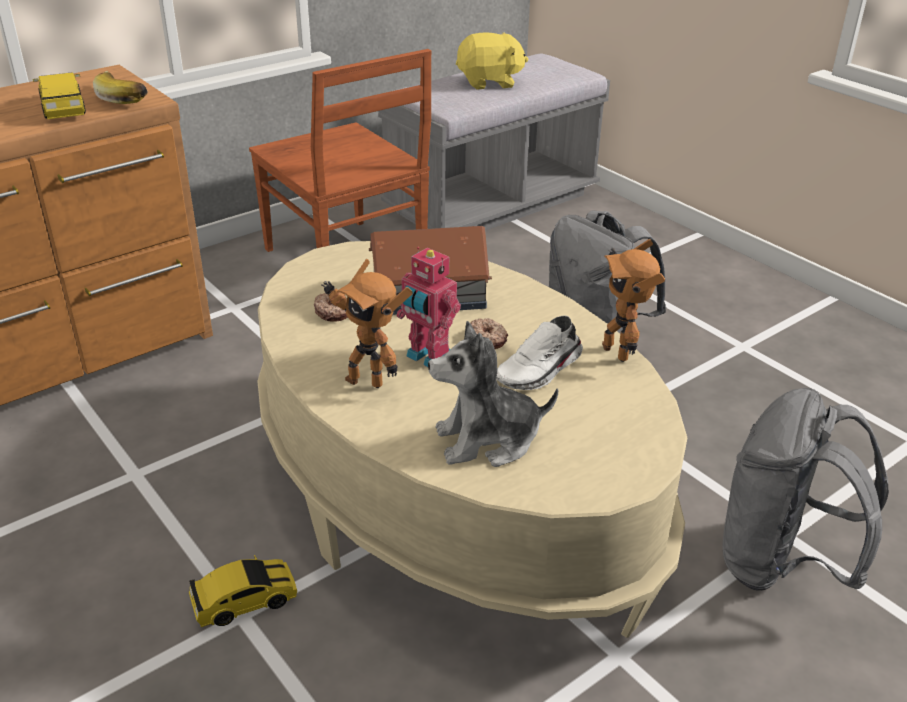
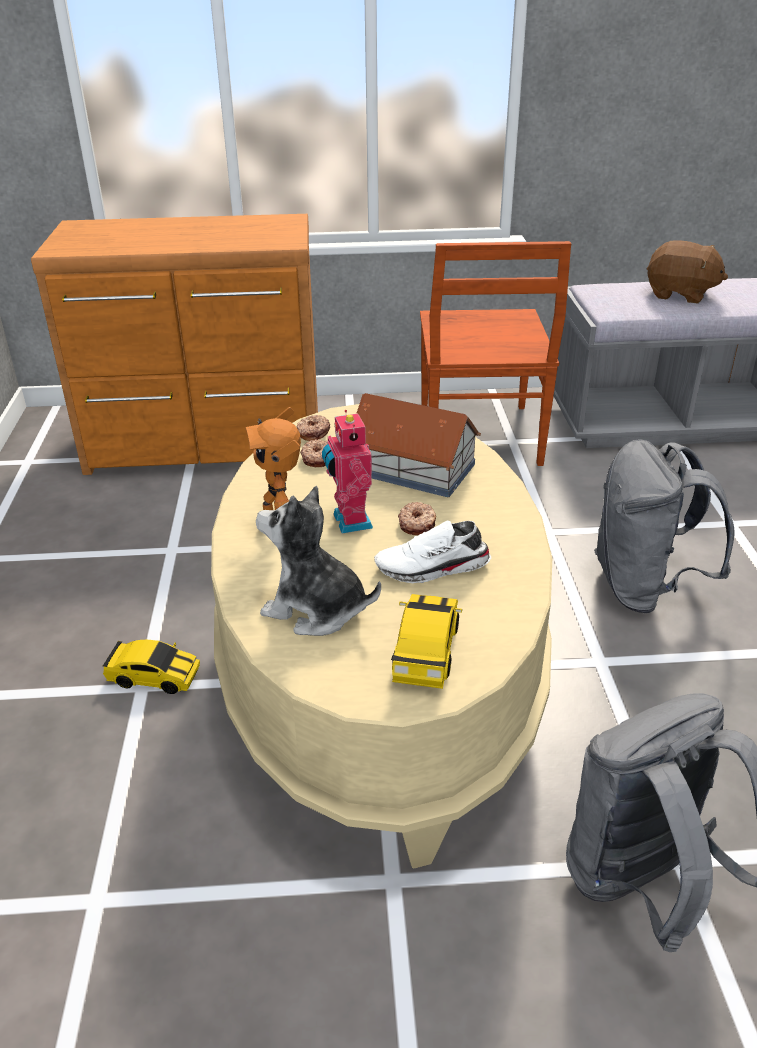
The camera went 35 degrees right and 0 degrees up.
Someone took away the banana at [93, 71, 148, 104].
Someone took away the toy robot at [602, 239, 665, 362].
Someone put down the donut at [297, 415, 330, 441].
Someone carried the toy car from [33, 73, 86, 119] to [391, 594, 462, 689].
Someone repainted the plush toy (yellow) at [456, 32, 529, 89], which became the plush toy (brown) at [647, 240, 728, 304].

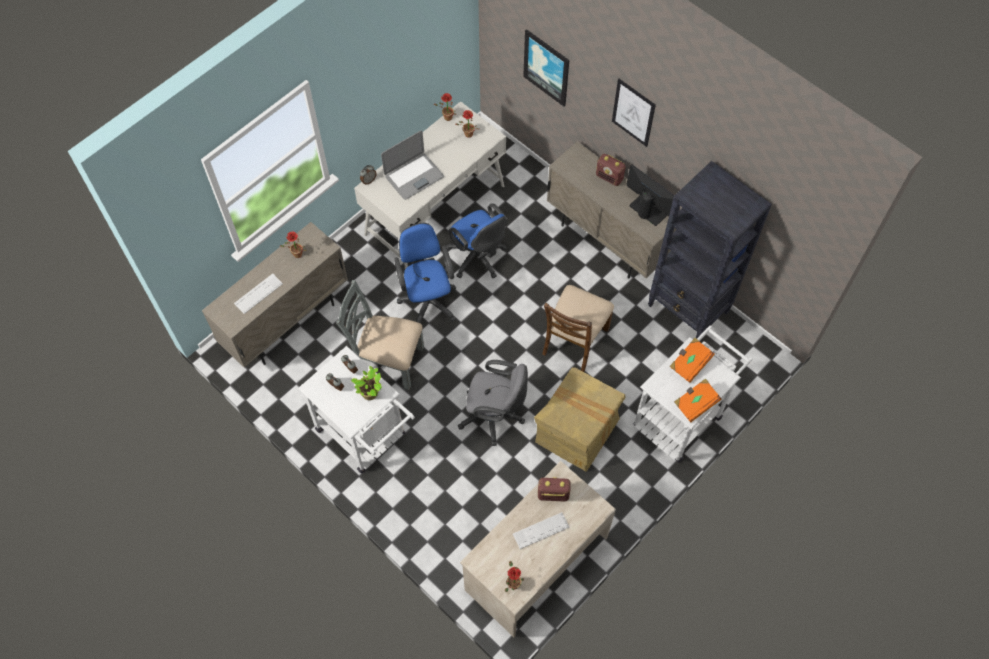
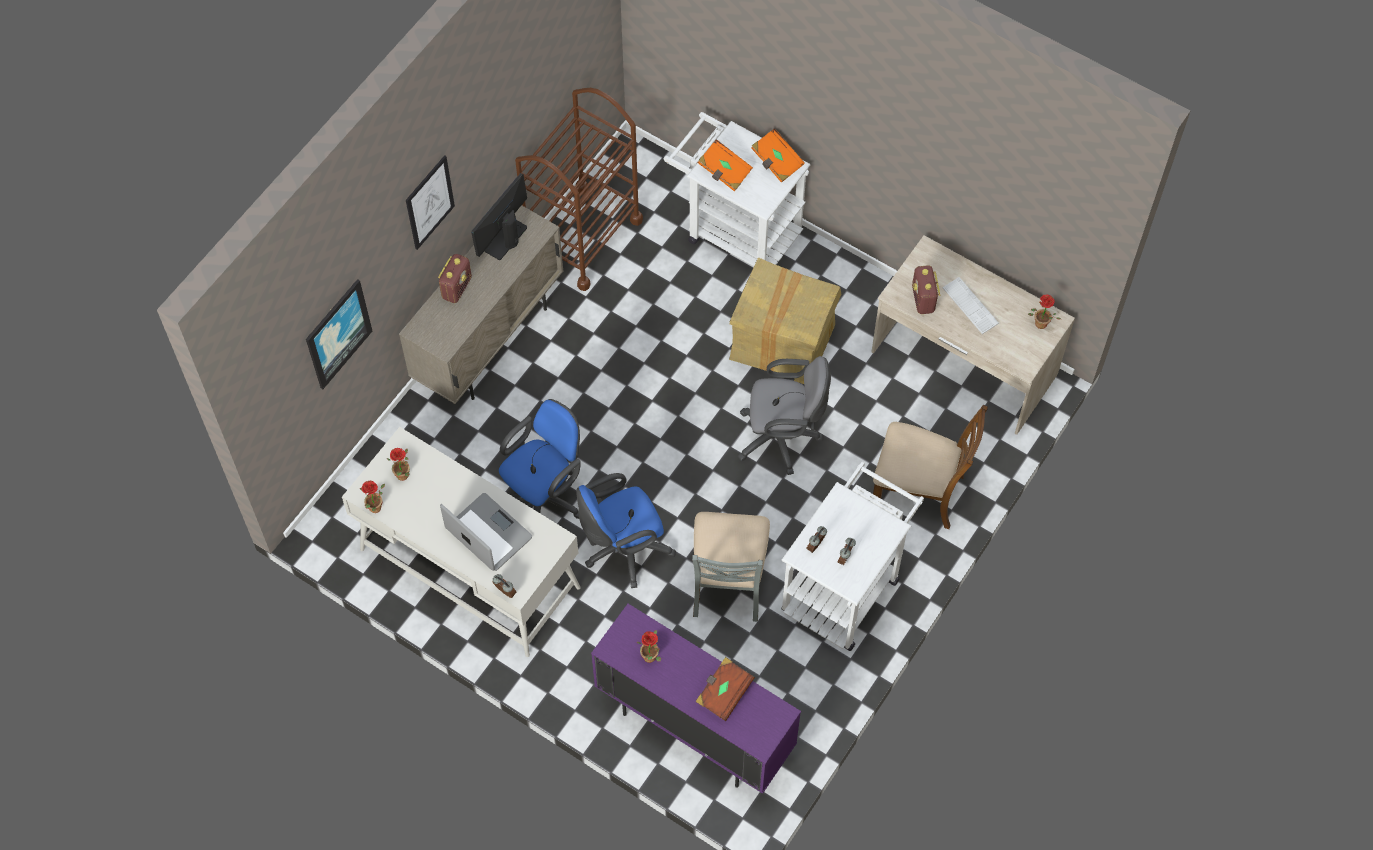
The camera went 100 degrees left and 0 degrees up.
Someone took away the potted plant at [351, 366, 382, 400].
Someone carried the chair (brown) from [542, 285, 614, 372] to [873, 405, 988, 529].
Someone swapped the keyboard at [234, 274, 283, 314] for the book (brown) at [695, 657, 755, 721].
Someone swapped the bookcase (black) at [648, 161, 772, 341] for the cart (brown) at [515, 88, 643, 291].
Someone repainted the cabinet (beige) at [202, 222, 348, 368], which became the cabinet (purple) at [591, 604, 801, 794].
Someone rotated the office chair (grey) at [458, 360, 528, 446] by 90 degrees clockwise.

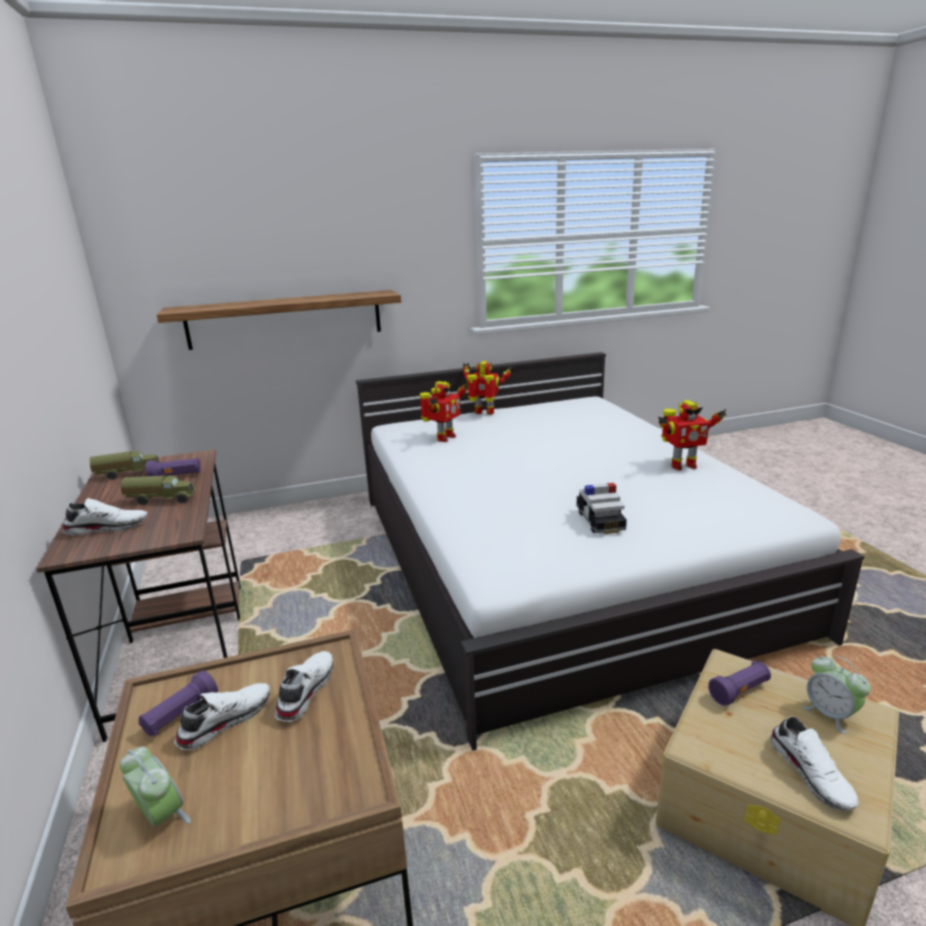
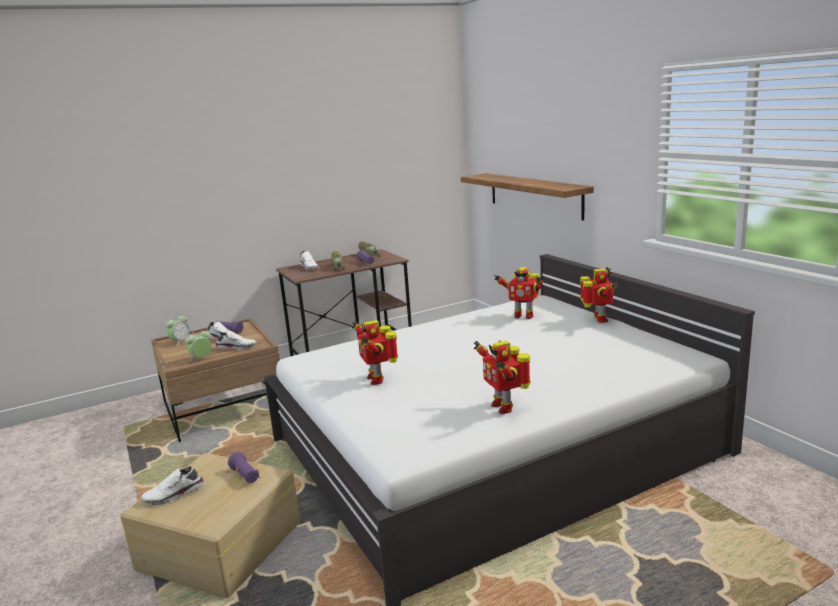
The camera went 80 degrees right and 5 degrees down.
Someone carried the alarm clock from [801, 656, 871, 734] to [185, 329, 212, 361].
Someone swapped the toy car at [577, 483, 627, 534] for the toy robot at [352, 320, 398, 385].

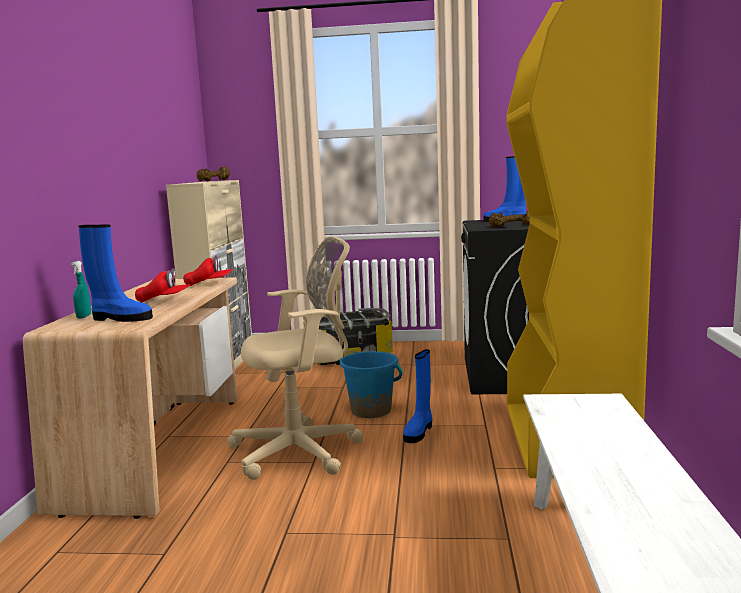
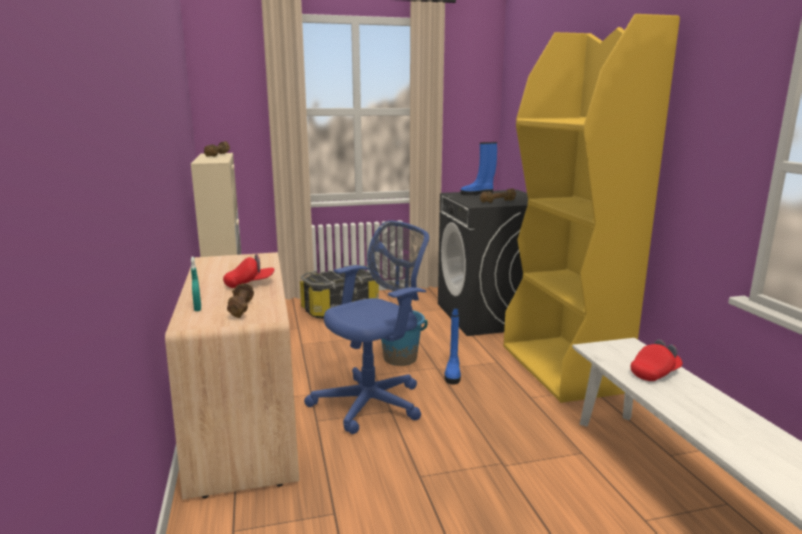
The camera went 20 degrees left and 5 degrees up.
Someone carried the cap (red) from [183, 255, 232, 286] to [631, 339, 683, 381].
Someone swapped the boot (blue) at [78, 225, 153, 322] for the dumbbell (brown) at [227, 283, 254, 318].
Someone repainted the office chair (beige) at [227, 236, 363, 480], which became the office chair (blue) at [304, 221, 429, 434].

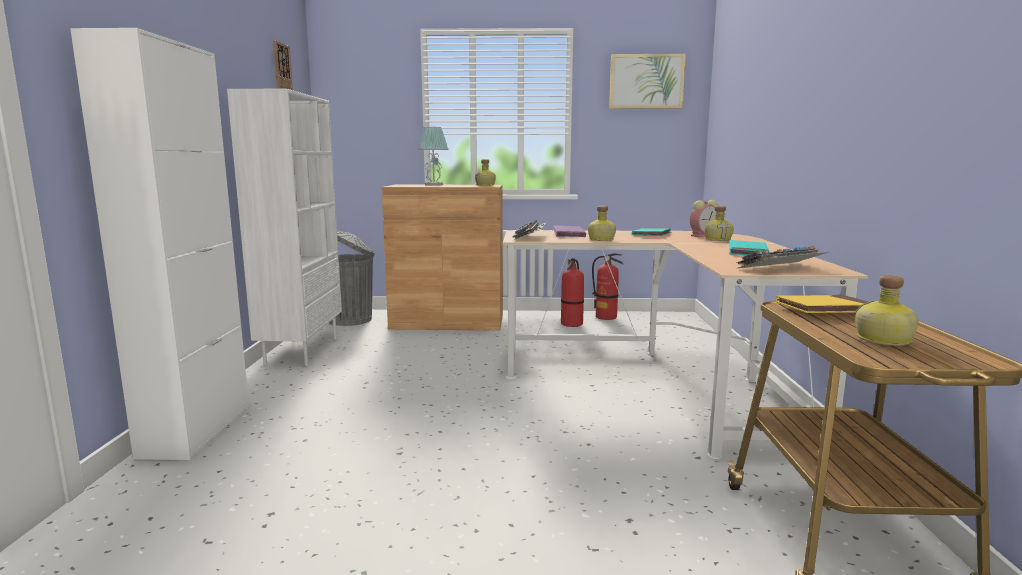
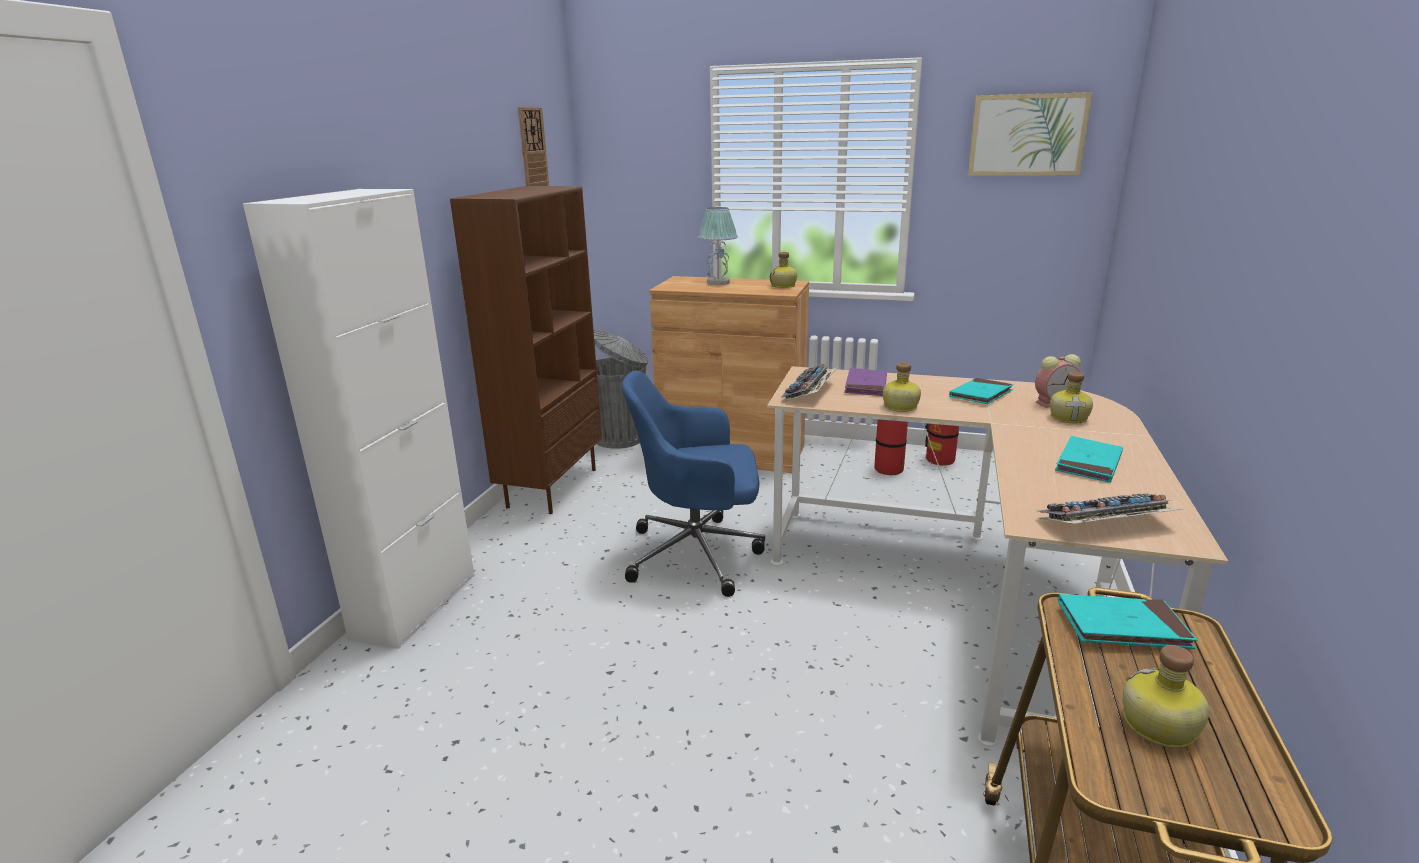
The camera went 15 degrees right and 10 degrees up.
Someone put down the office chair (blue) at [621, 370, 765, 597].
Someone repainted the bookcase (white) at [227, 89, 342, 366], which became the bookcase (brown) at [450, 186, 602, 514].
Someone repainted the book (yellow) at [776, 294, 868, 313], which became the book (turquoise) at [1058, 594, 1197, 649].

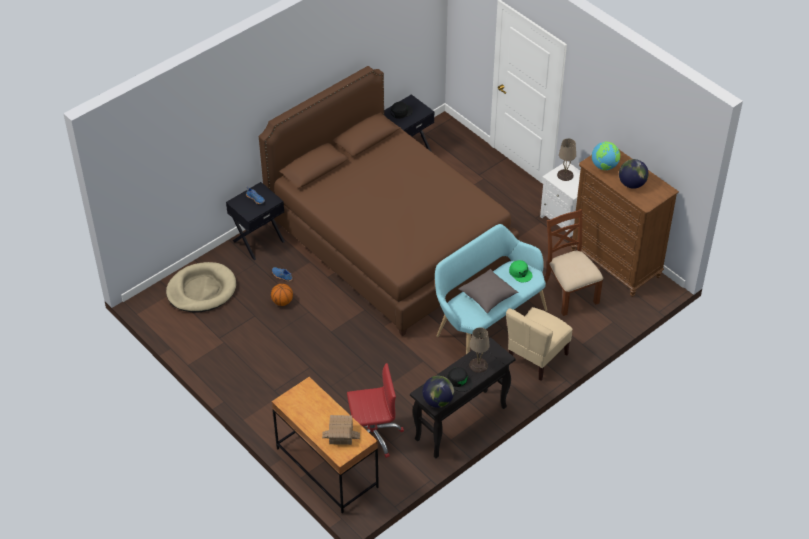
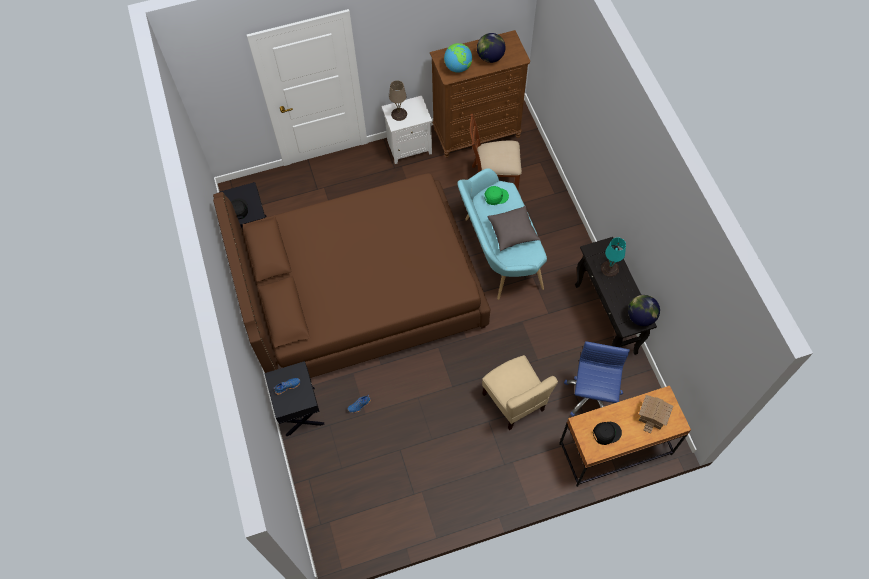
The camera went 65 degrees left and 15 degrees up.
Someone took away the dog bed (beige) at [166, 262, 236, 312].
Someone took away the basketball at [271, 284, 293, 306].
Someone carried the cap (black) from [447, 367, 473, 392] to [593, 422, 622, 445].
Someone carried the chair (beige) from [506, 307, 573, 381] to [482, 355, 558, 430].
Someone repainted the office chair (red) at [347, 363, 404, 458], which became the office chair (blue) at [564, 341, 630, 417].
Someone repainted the table lamp (beige) at [469, 327, 490, 373], which became the table lamp (turquoise) at [601, 237, 626, 277].

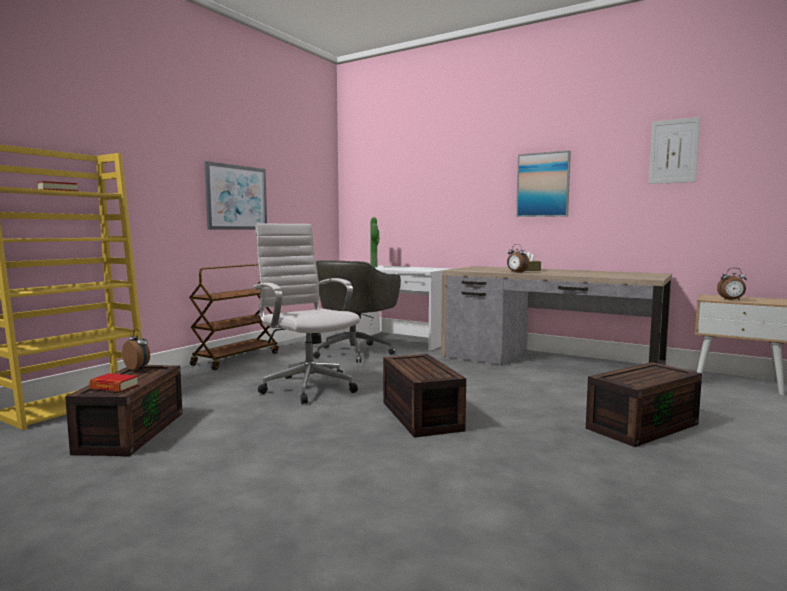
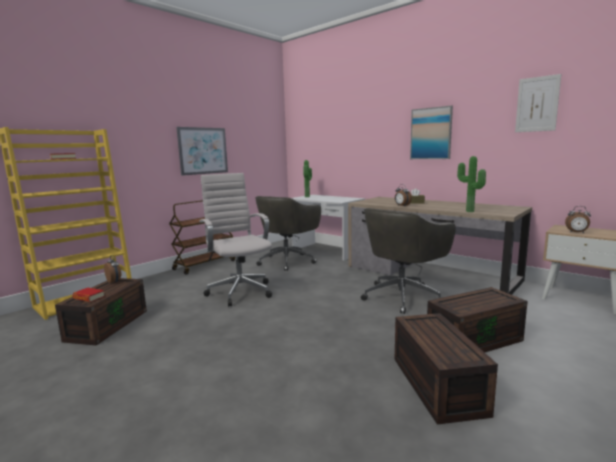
The camera went 10 degrees right and 5 degrees up.
Someone put down the office chair (grey) at [361, 208, 456, 314].
Someone put down the potted plant at [457, 156, 486, 212].
Someone carried the storage box (brown) from [383, 354, 466, 438] to [395, 313, 498, 425].

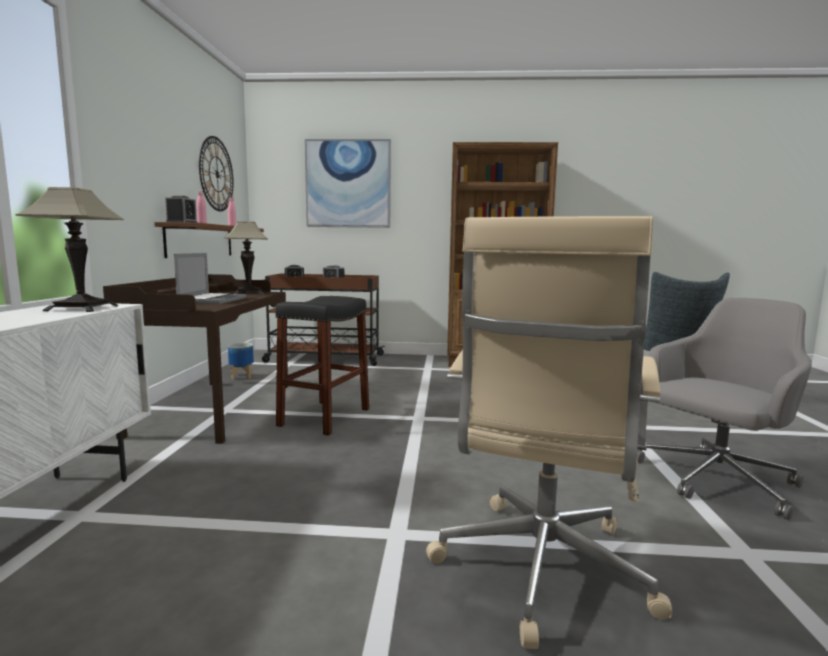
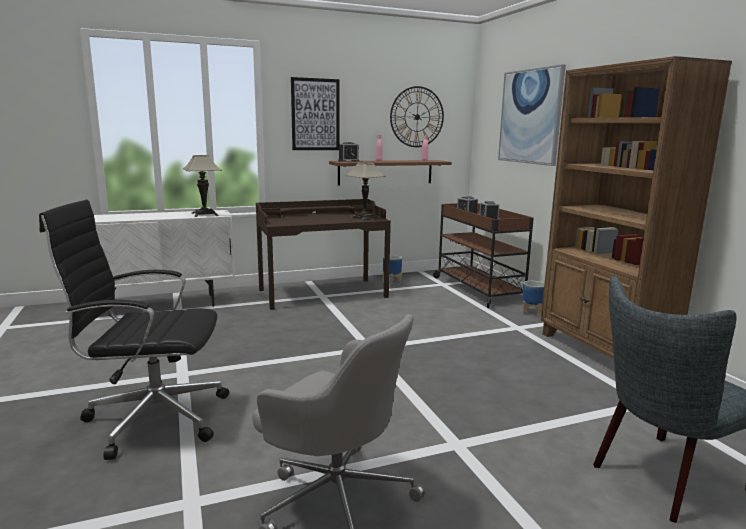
The camera went 65 degrees right and 5 degrees up.
Someone took away the laptop at [174, 253, 247, 304].
Someone took away the stool (black) at [276, 296, 369, 436].
Someone put up the picture at [291, 77, 339, 150].
Someone put down the planter at [522, 281, 545, 317].
Someone repainted the office chair (beige) at [426, 216, 673, 649], which became the office chair (black) at [39, 200, 229, 460].

